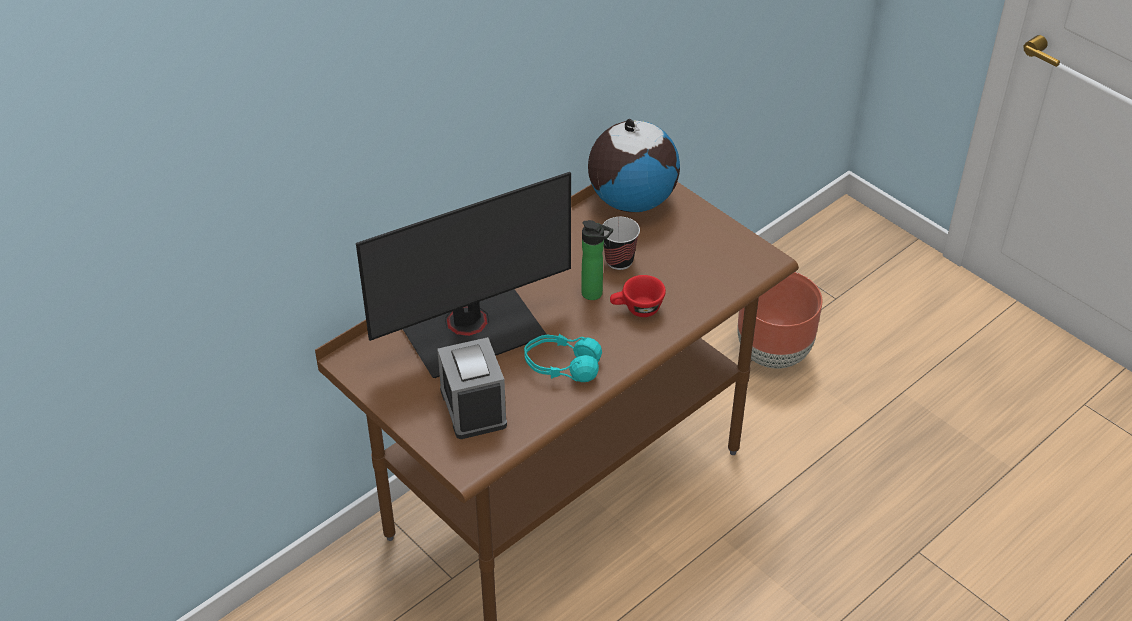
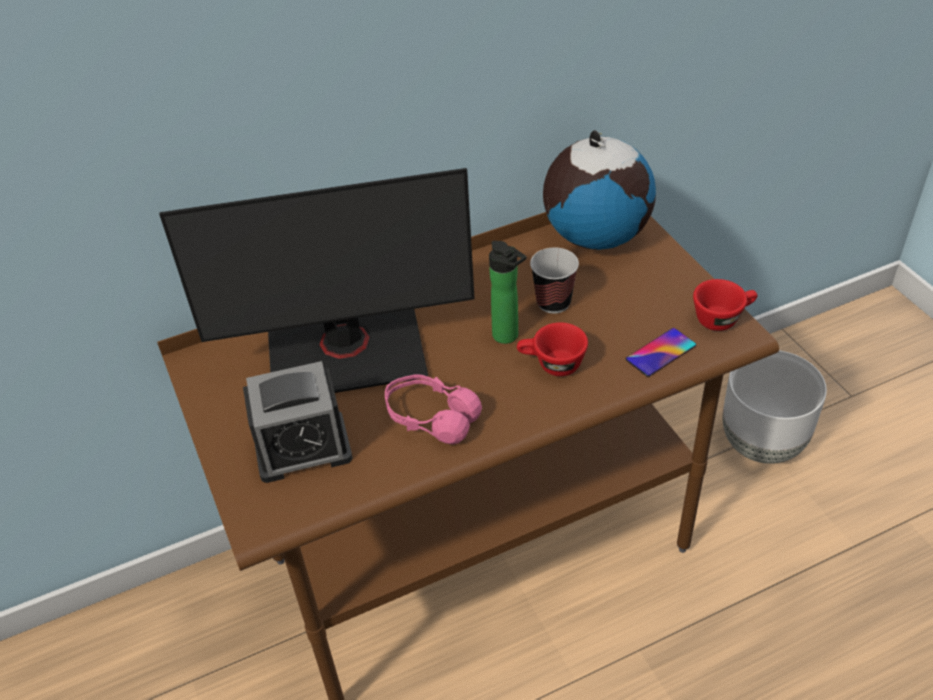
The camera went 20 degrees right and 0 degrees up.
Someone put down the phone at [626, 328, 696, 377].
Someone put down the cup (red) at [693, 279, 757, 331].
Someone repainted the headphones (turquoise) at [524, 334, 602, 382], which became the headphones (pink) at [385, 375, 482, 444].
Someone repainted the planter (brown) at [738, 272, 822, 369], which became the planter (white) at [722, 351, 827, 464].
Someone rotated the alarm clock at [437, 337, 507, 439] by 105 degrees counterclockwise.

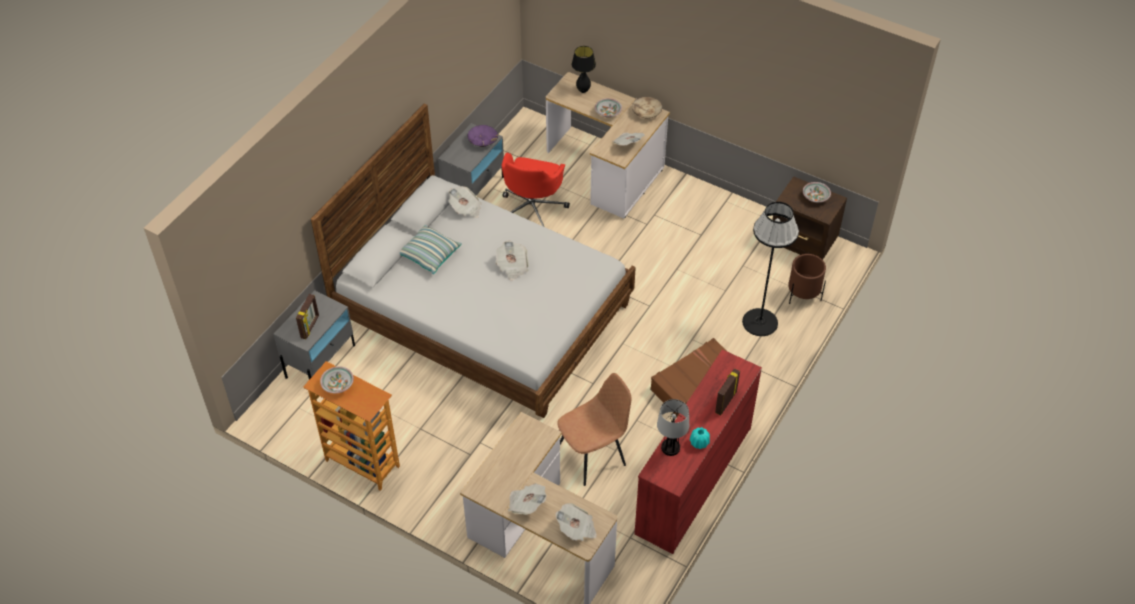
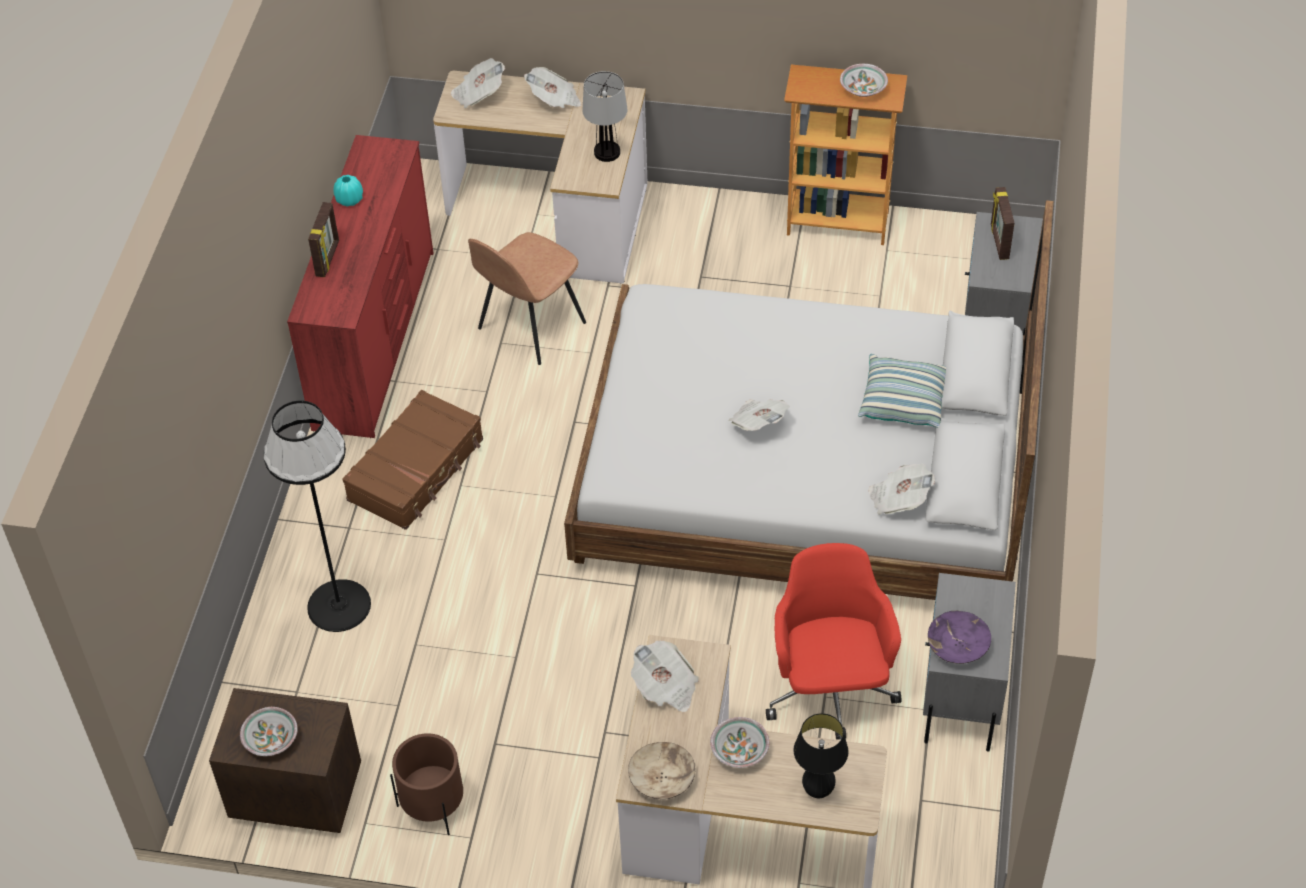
The camera went 160 degrees right and 0 degrees up.
Someone carried the table lamp from [657, 399, 689, 456] to [582, 71, 627, 162].
Someone carried the planter (brown) from [788, 254, 826, 304] to [390, 733, 463, 836].

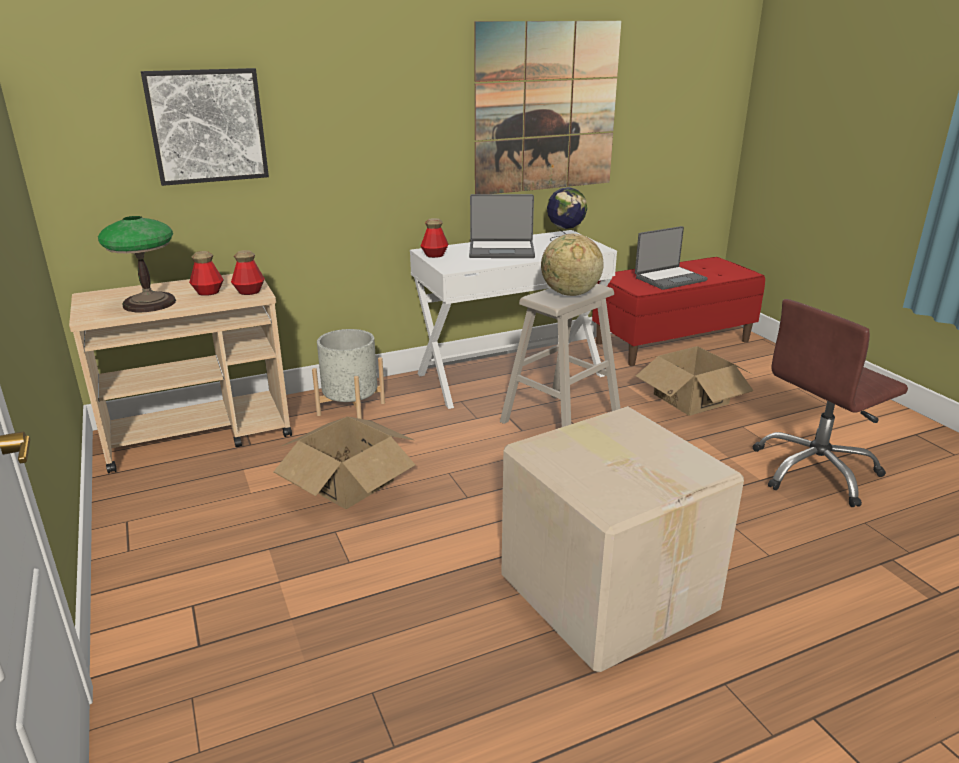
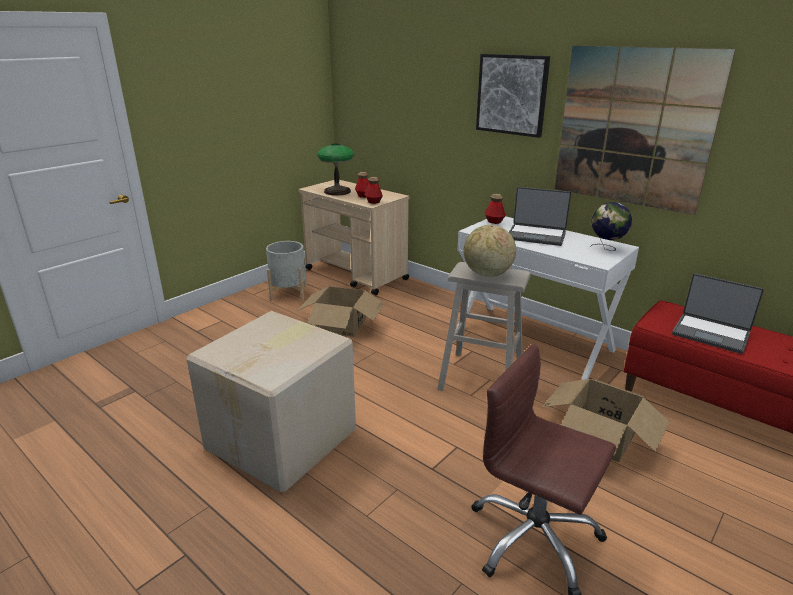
The camera went 65 degrees right and 0 degrees up.
Someone carried the picture from [141, 68, 269, 186] to [476, 54, 550, 138].
Someone carried the planter (grey) from [312, 329, 385, 419] to [266, 241, 307, 301].
Someone rotated the laptop at [469, 194, 535, 258] by 45 degrees counterclockwise.

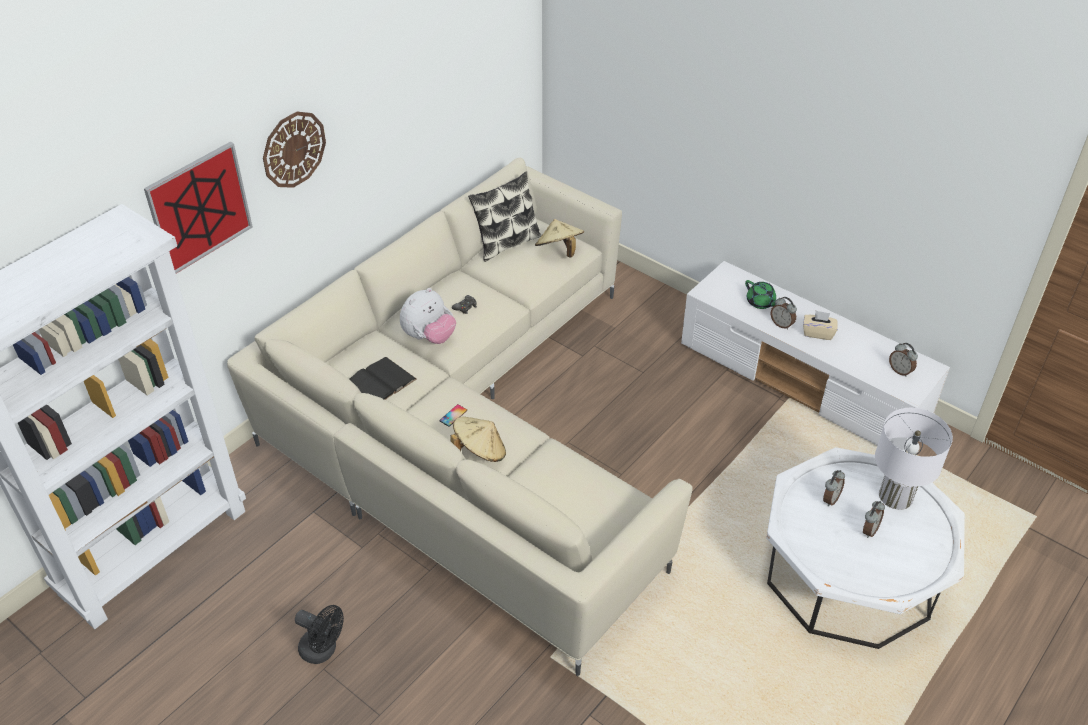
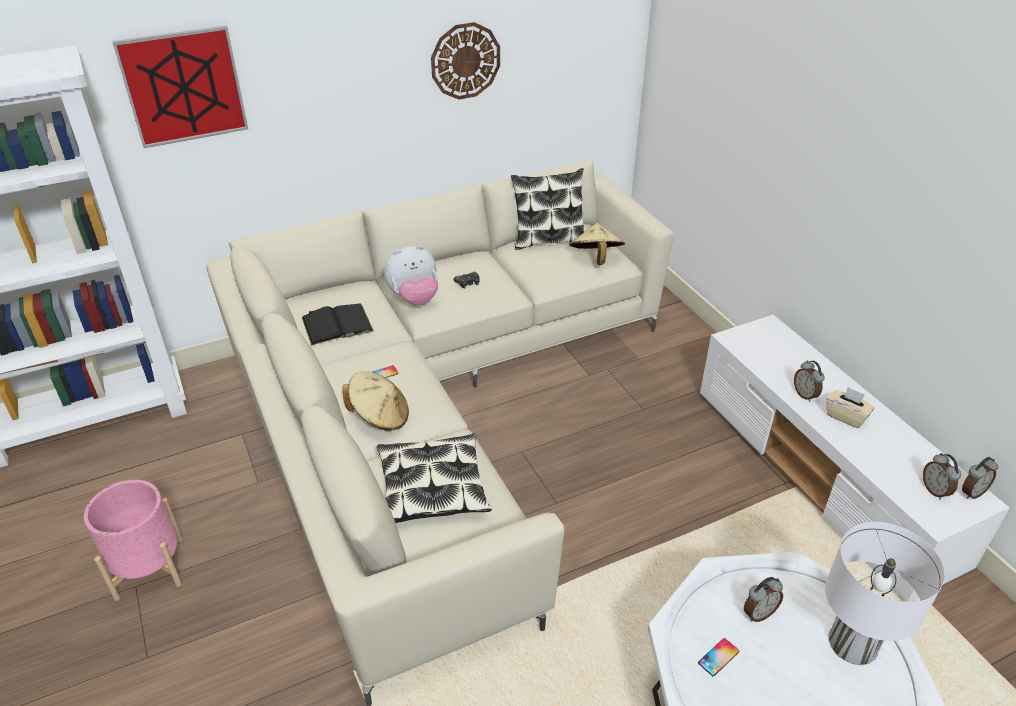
The camera went 25 degrees right and 5 degrees down.
Someone took away the teapot (green) at [745, 280, 776, 309].
Someone put down the pillow at [377, 433, 492, 523].
Someone put down the phone at [698, 638, 739, 676].
Someone carried the wall clock from [263, 112, 326, 188] to [431, 22, 500, 100].
Someone carried the alarm clock from [863, 501, 885, 538] to [962, 457, 998, 499].
Someone swapped the fan (black) at [295, 605, 344, 664] for the planter (pink) at [84, 480, 182, 601].

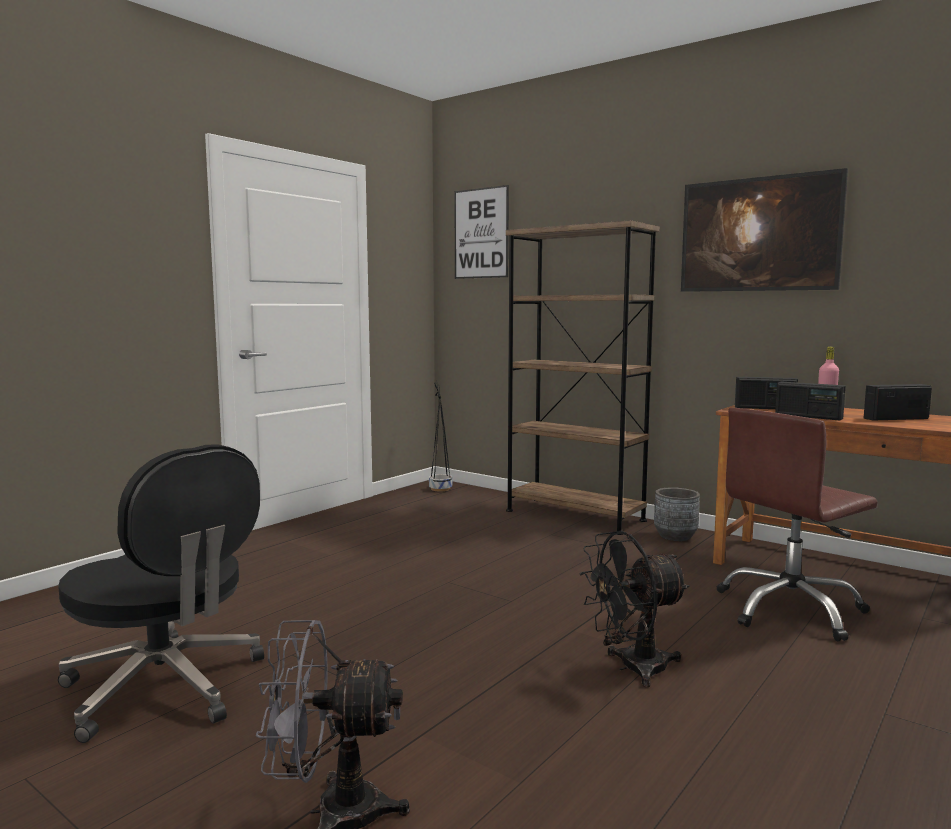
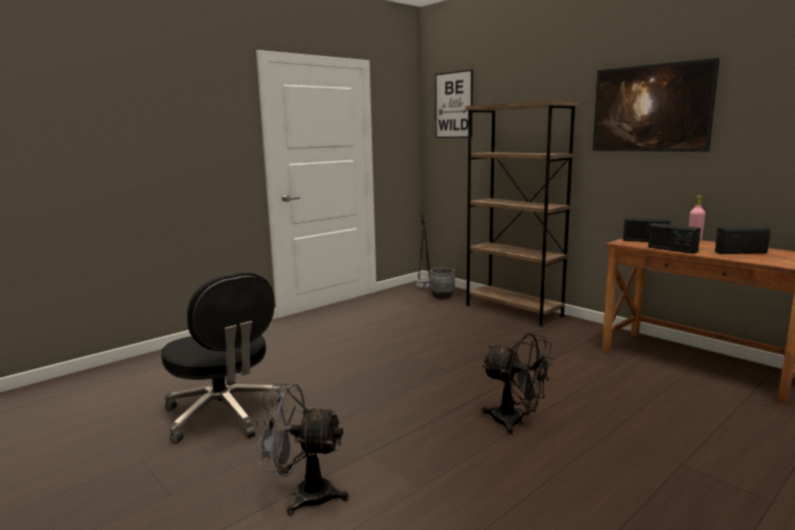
The camera went 10 degrees right and 5 degrees up.
Someone took away the office chair (brown) at [717, 408, 878, 641].
Someone carried the planter (grey) from [654, 487, 700, 541] to [430, 267, 455, 299].
Someone rotated the fan (black) at [579, 531, 690, 687] by 135 degrees counterclockwise.

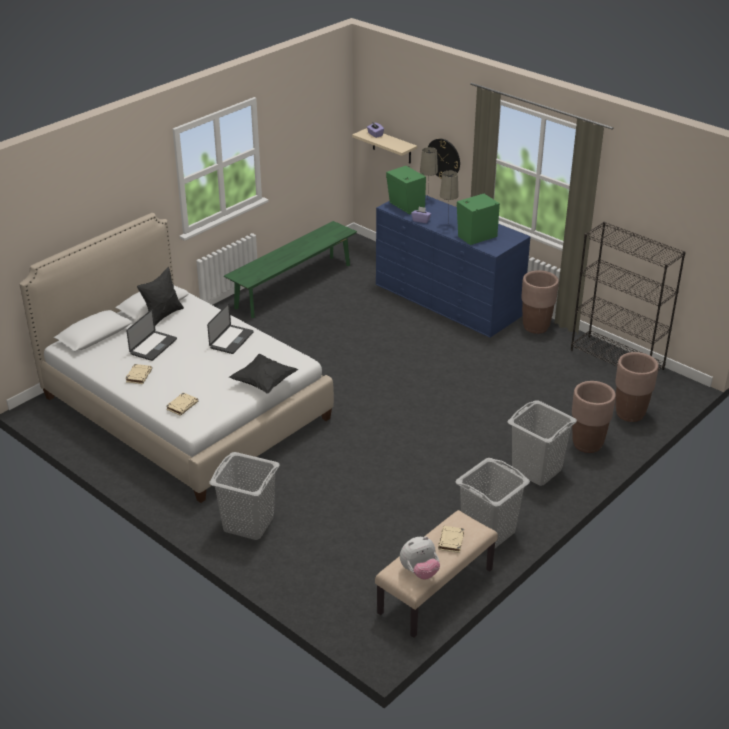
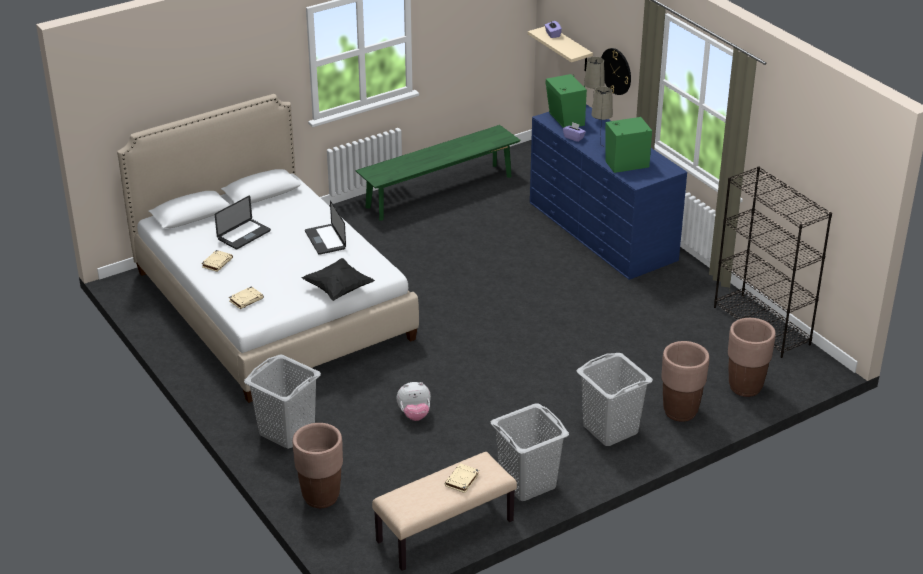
The camera went 15 degrees right and 0 degrees up.
Someone took away the pillow (black) at [137, 267, 184, 326].
Someone carried the plush toy from [400, 536, 440, 580] to [397, 382, 431, 421].
Someone carried the planter (brown) from [521, 270, 559, 334] to [293, 423, 343, 508].
Someone rotated the laptop at [207, 303, 254, 354] by 120 degrees clockwise.

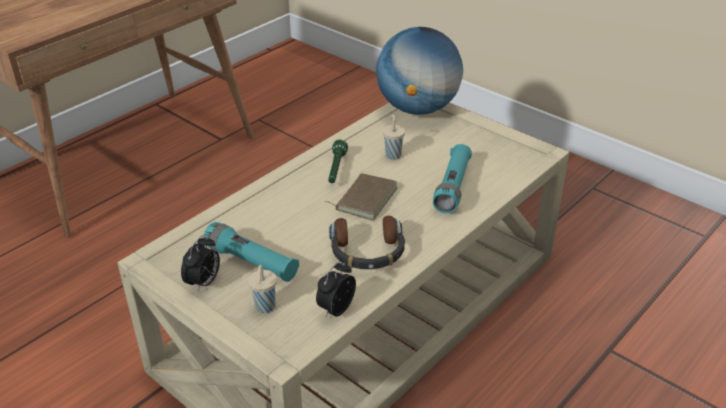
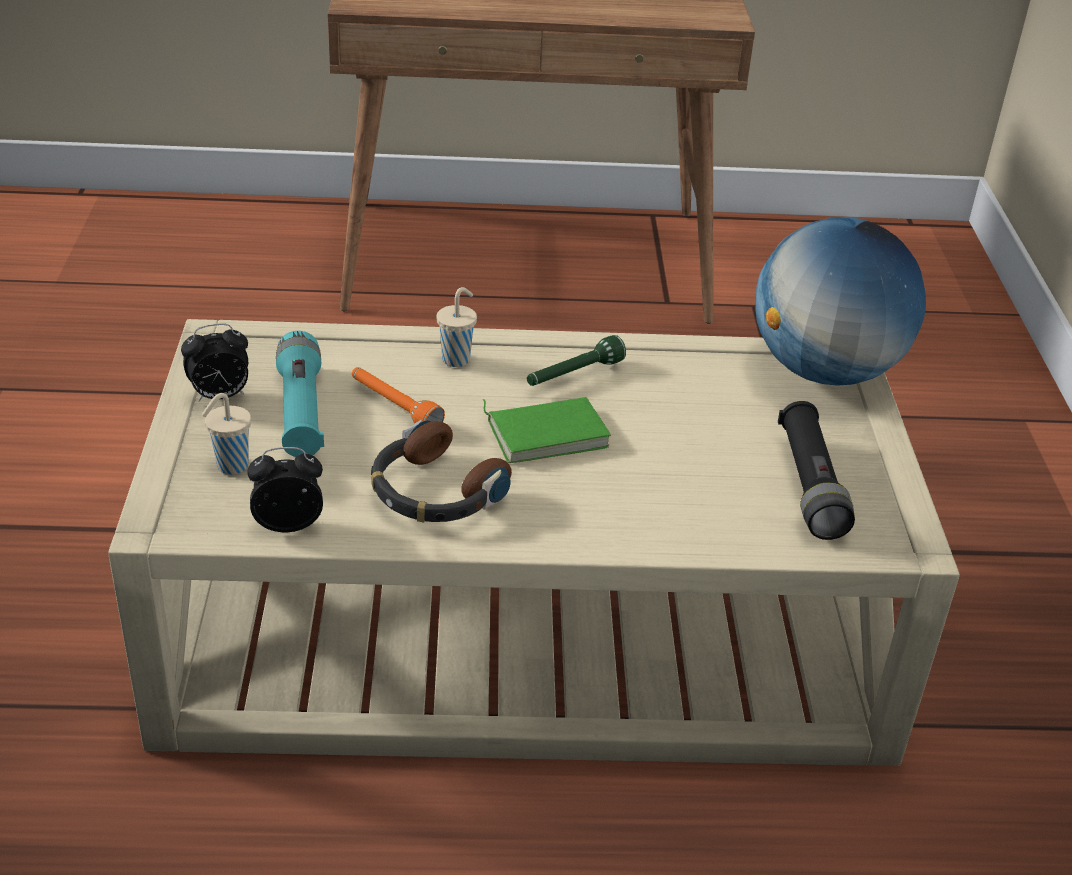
The camera went 45 degrees right and 0 degrees up.
Someone took away the flashlight (turquoise) at [433, 144, 472, 214].
Someone put down the flashlight (orange) at [352, 367, 445, 424].
Someone put down the flashlight (black) at [778, 401, 855, 540].
Someone carried the cup (beige) from [383, 114, 405, 160] to [436, 287, 477, 367].
Someone repainted the book (brown) at [324, 173, 397, 220], which became the book (green) at [483, 397, 611, 463].

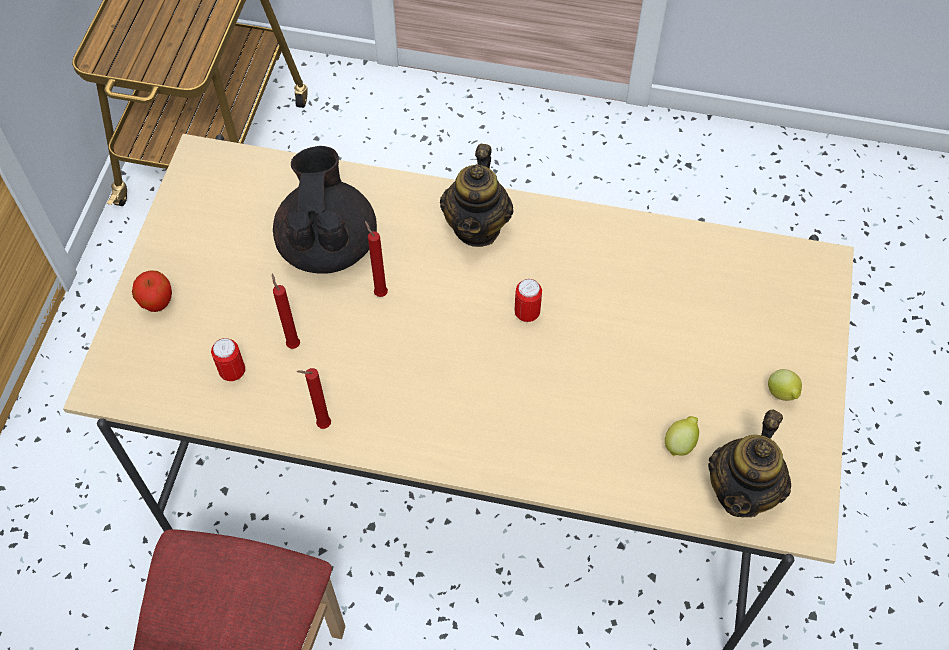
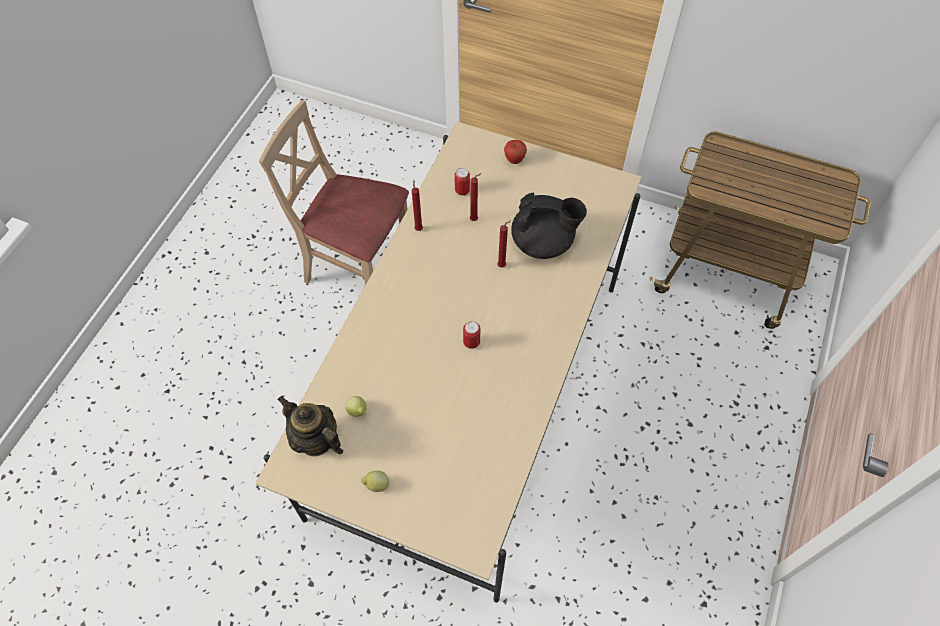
The camera went 100 degrees right and 0 degrees up.
Someone took away the teapot at [440, 144, 513, 247].

